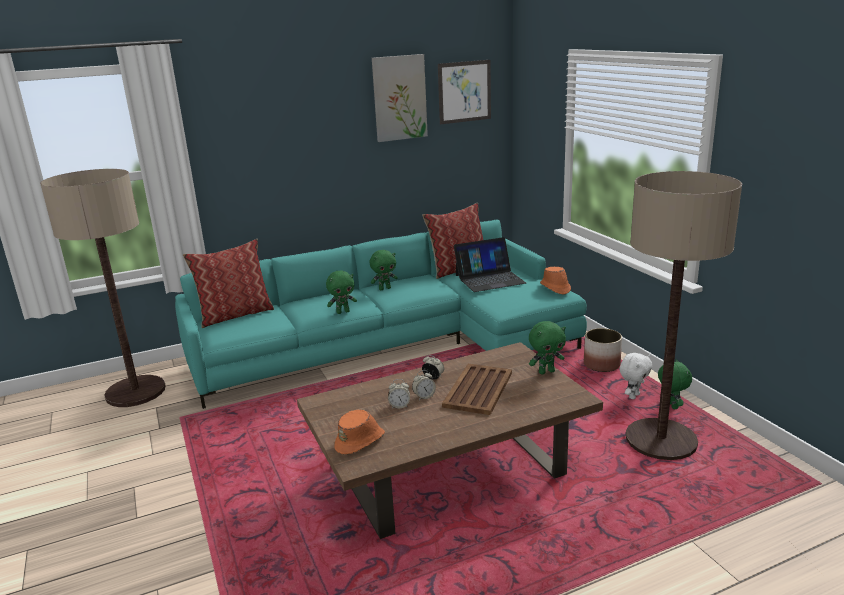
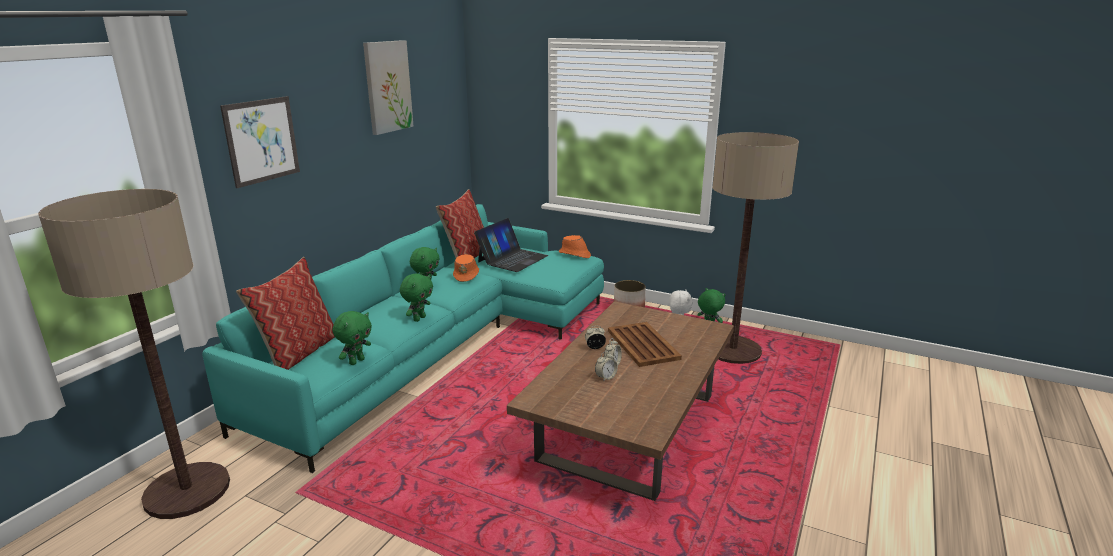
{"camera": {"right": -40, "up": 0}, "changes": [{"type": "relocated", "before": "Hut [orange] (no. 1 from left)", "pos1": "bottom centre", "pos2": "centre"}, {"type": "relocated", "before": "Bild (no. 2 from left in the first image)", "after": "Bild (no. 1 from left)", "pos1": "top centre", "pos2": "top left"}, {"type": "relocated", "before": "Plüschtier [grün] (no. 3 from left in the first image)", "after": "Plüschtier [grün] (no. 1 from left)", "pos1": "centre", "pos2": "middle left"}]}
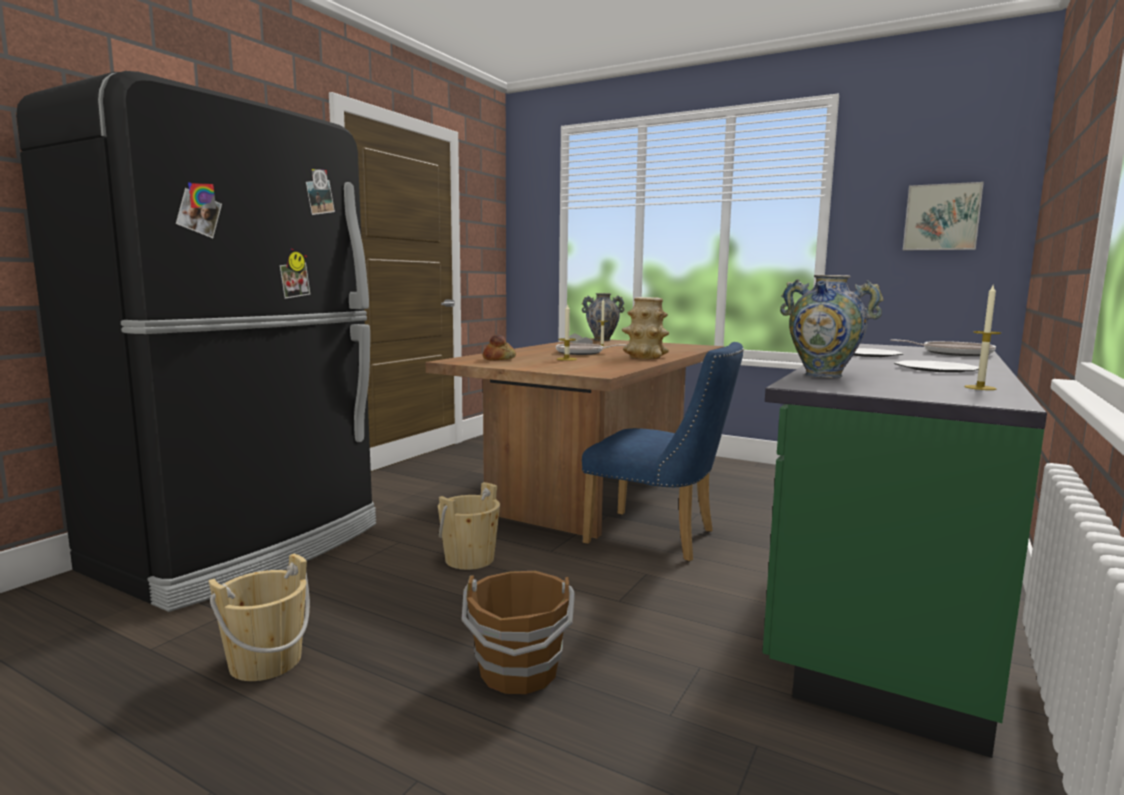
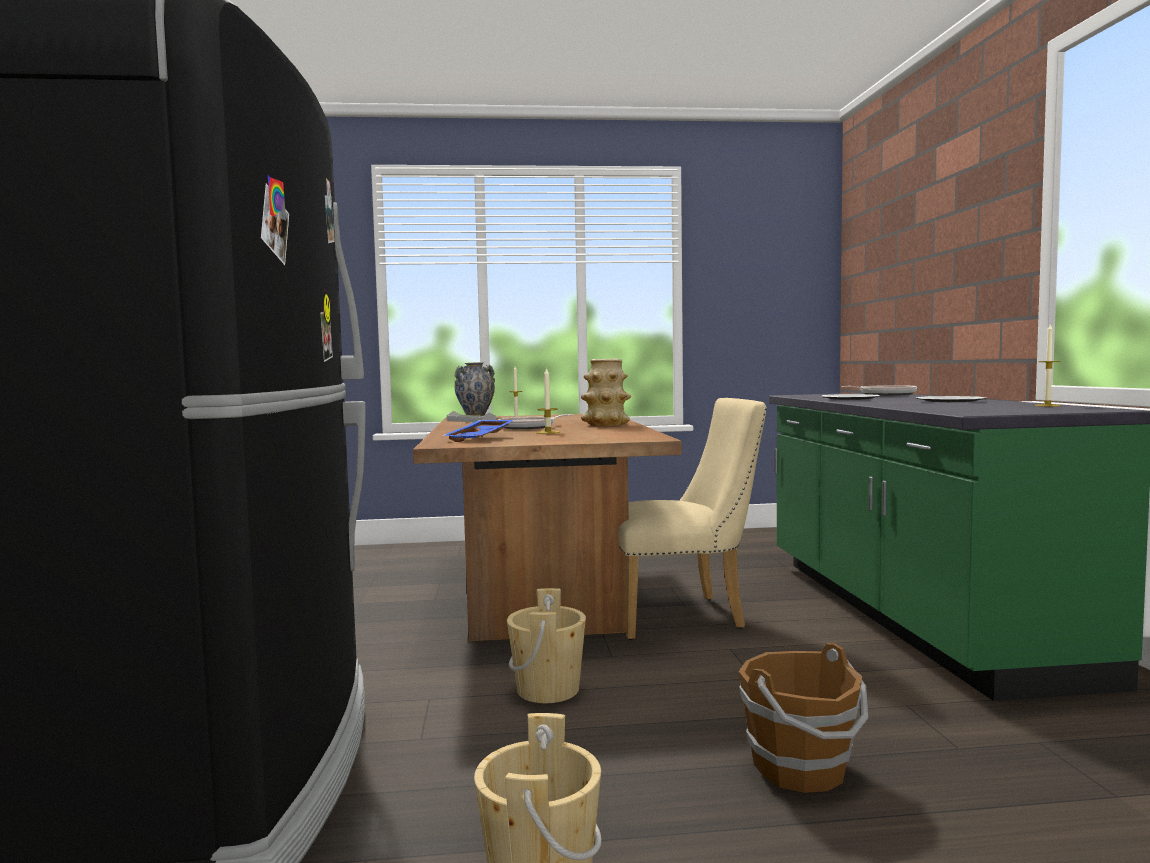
{"camera": {"right": -35, "up": -5}, "changes": [{"type": "exchanged", "before": "Brot", "after": "Tablett [blau]", "pos1": "centre", "pos2": "centre"}, {"type": "colour", "before": "Stuhl [blau]", "after": "Stuhl [beige]", "pos1": "centre", "pos2": "centre"}, {"type": "missing", "before": "Vase (no. 3 from left)", "pos1": "middle right"}, {"type": "missing", "before": "Bild", "pos1": "top right"}]}
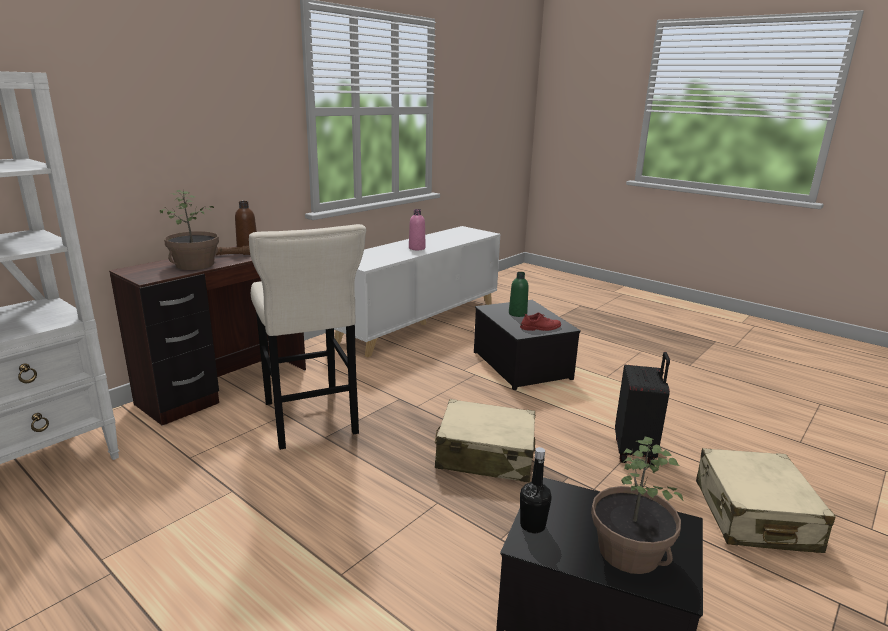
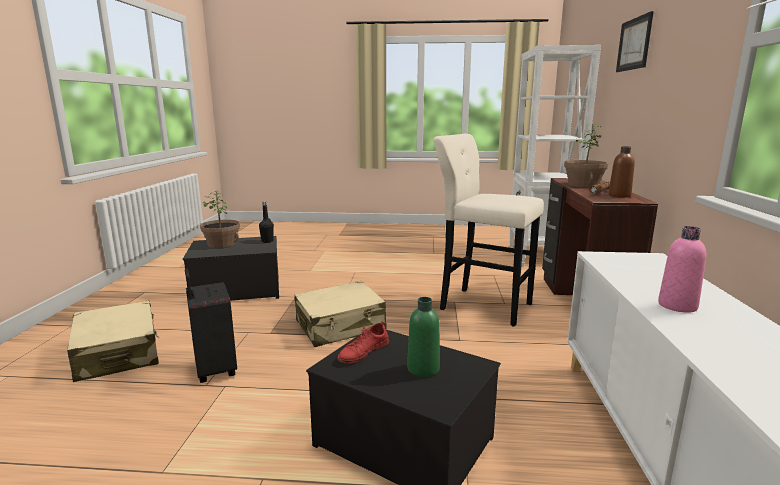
{"camera": {"right": 145, "up": -5}, "changes": [{"type": "appeared", "after": "Bild", "pos2": "top right"}]}
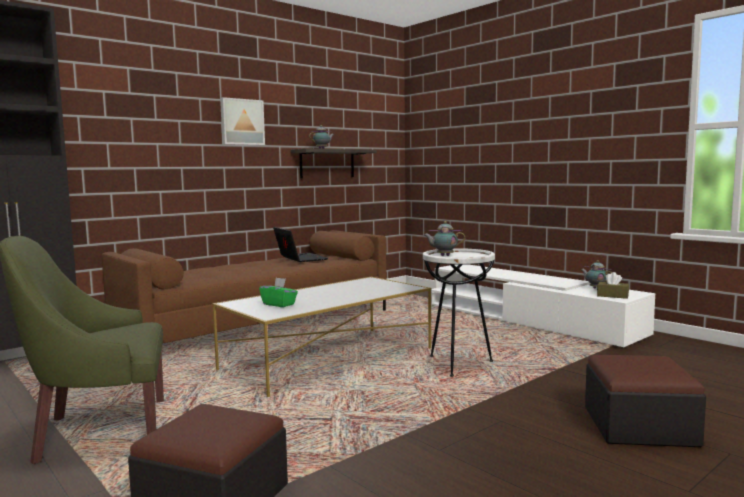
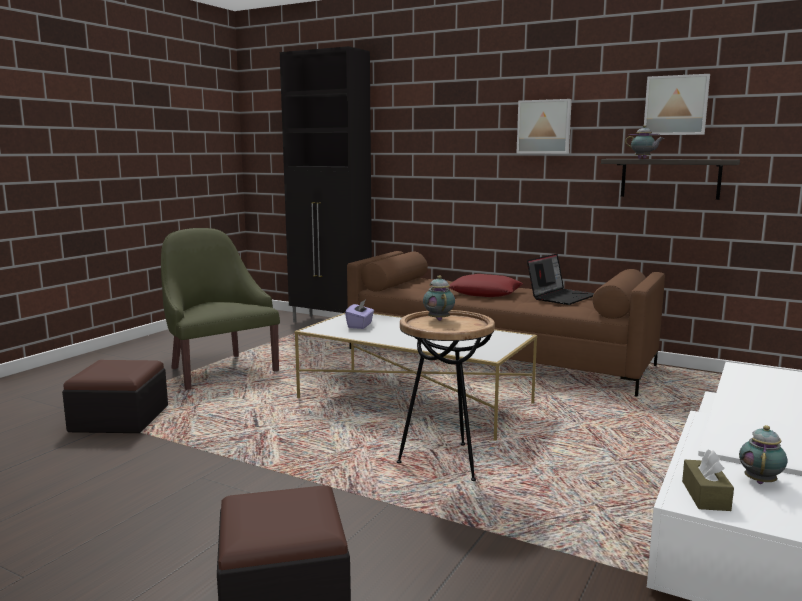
{"camera": {"right": 70, "up": 5}, "changes": [{"type": "colour", "before": "Taschentuchbox [grün]", "after": "Taschentuchbox [lila]", "pos1": "centre", "pos2": "centre"}, {"type": "colour", "before": "Beistelltisch [weiß]", "after": "Beistelltisch [braun]", "pos1": "centre", "pos2": "centre"}, {"type": "appeared", "after": "Kissen [rot]", "pos2": "centre"}, {"type": "appeared", "after": "Bild (no. 2 from left)", "pos2": "top right"}]}
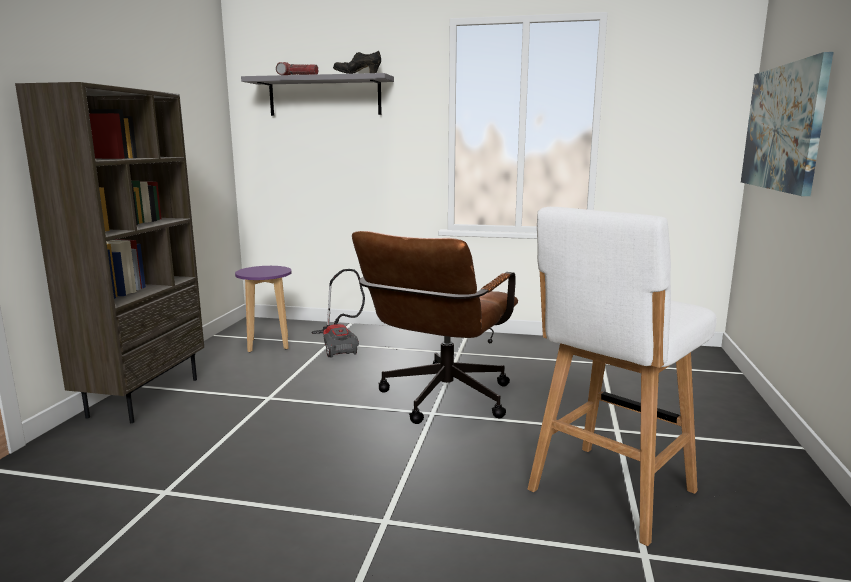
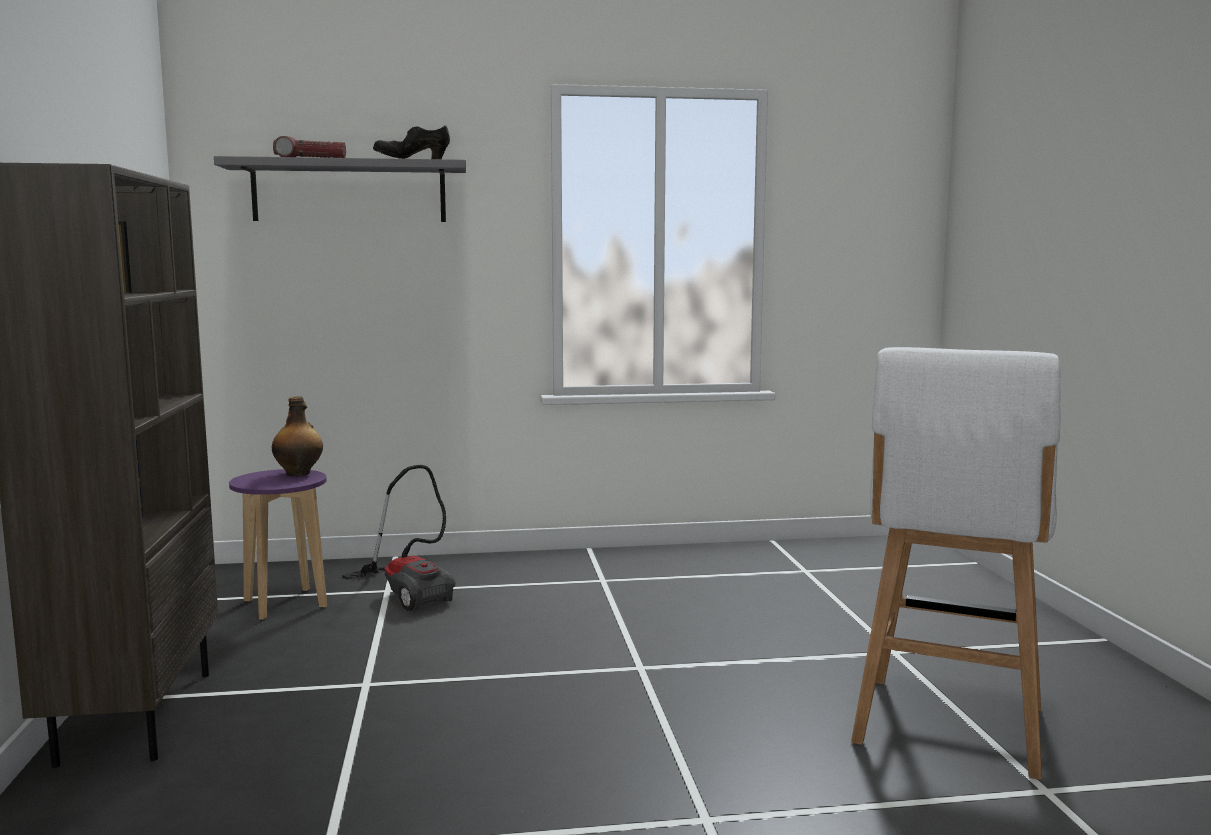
{"camera": {"right": -20, "up": -5}, "changes": [{"type": "missing", "before": "Bürostuhl [braun]", "pos1": "centre"}, {"type": "missing", "before": "Bild", "pos1": "top right"}, {"type": "appeared", "after": "Flasche", "pos2": "middle left"}]}
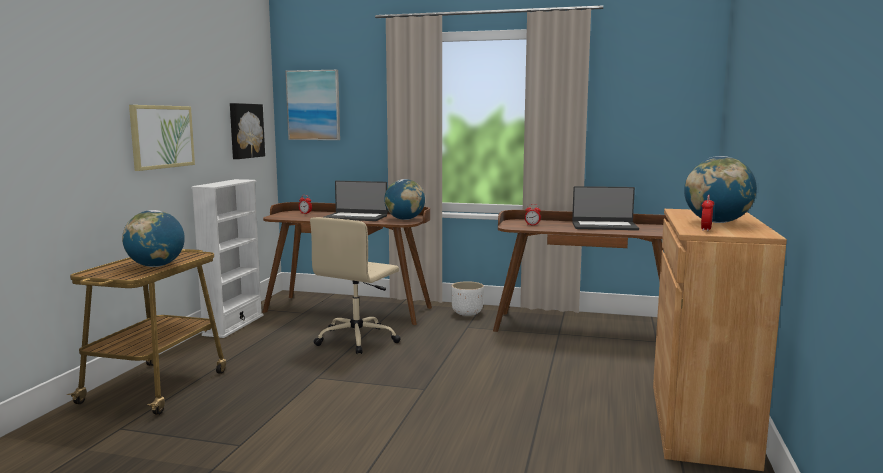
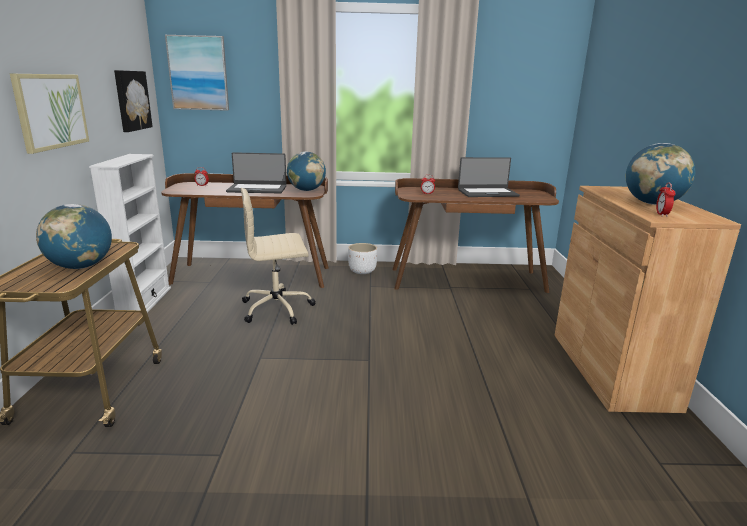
{"camera": {"right": -15, "up": 10}, "changes": [{"type": "spun", "before": "Bürostuhl [beige]", "pos1": "centre", "pos2": "centre", "turn": 60}]}
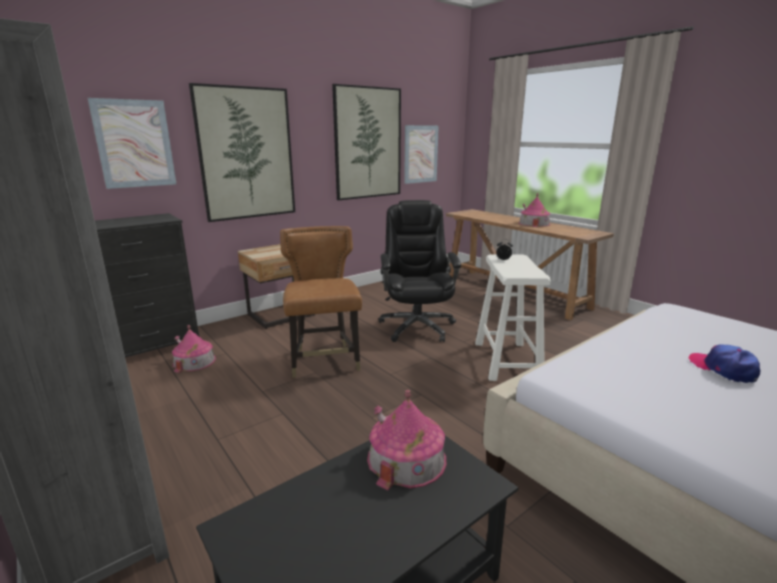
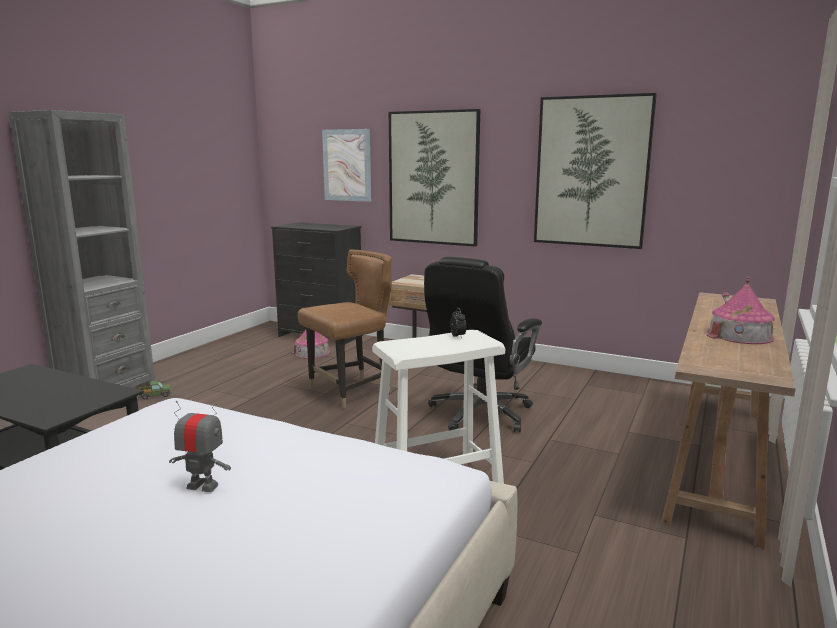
{"camera": {"right": 65, "up": -5}, "changes": [{"type": "missing", "before": "Spielzeughaus (no. 2 from left)", "pos1": "bottom centre"}, {"type": "spun", "before": "Bürostuhl [schwarz]", "pos1": "centre", "pos2": "centre", "turn": 150}, {"type": "missing", "before": "Bild (no. 4 from left)", "pos1": "top centre"}, {"type": "exchanged", "before": "Kappe", "after": "Spielzeugroboter", "pos1": "middle right", "pos2": "bottom left"}, {"type": "appeared", "after": "Spielzeuglaster", "pos2": "middle left"}]}
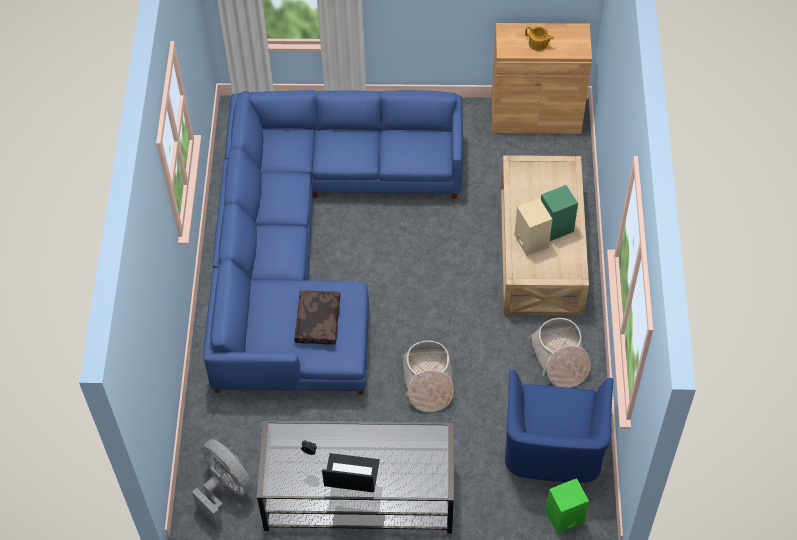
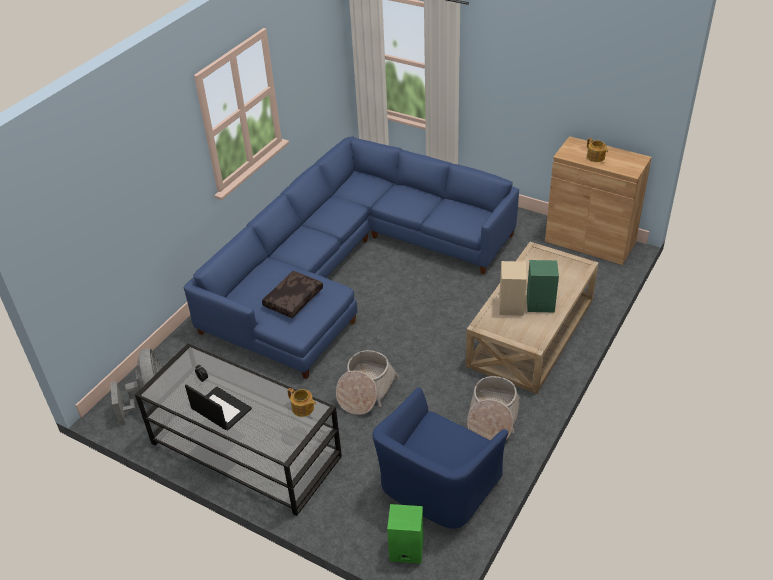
{"camera": {"right": 30, "up": -15}, "changes": [{"type": "appeared", "after": "Teekanne (no. 1 from left)", "pos2": "bottom centre"}]}
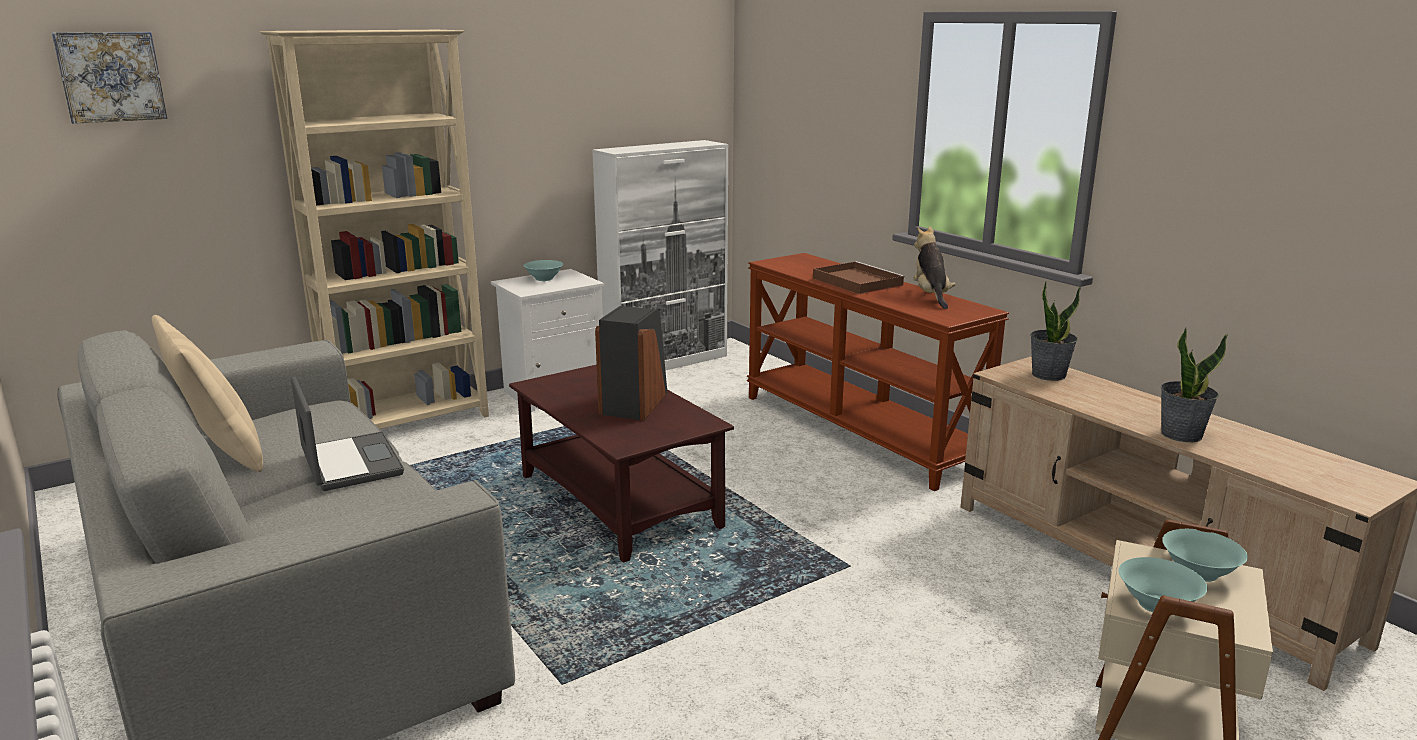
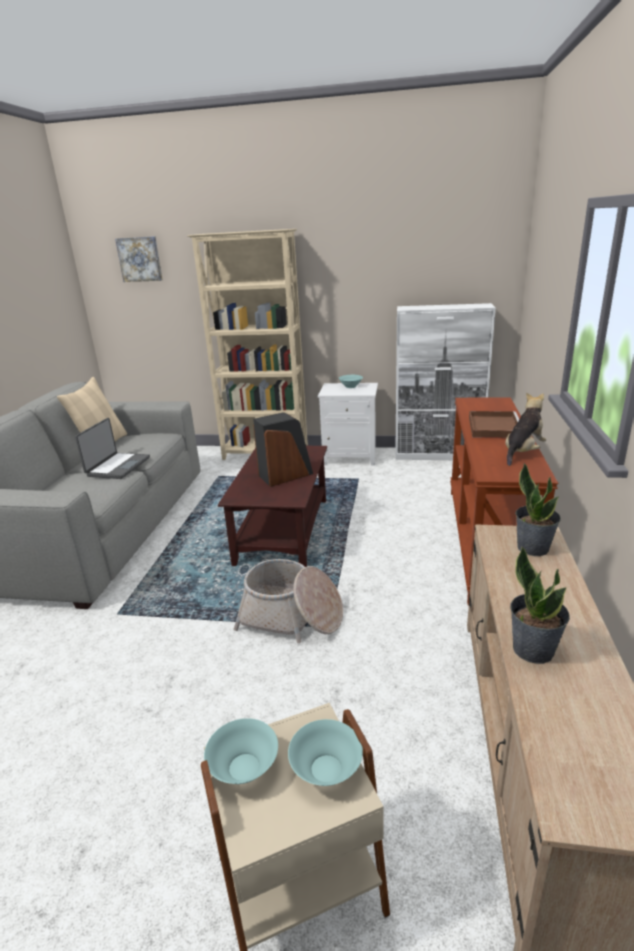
{"camera": {"right": 45, "up": 5}, "changes": [{"type": "appeared", "after": "Korb", "pos2": "centre"}]}
